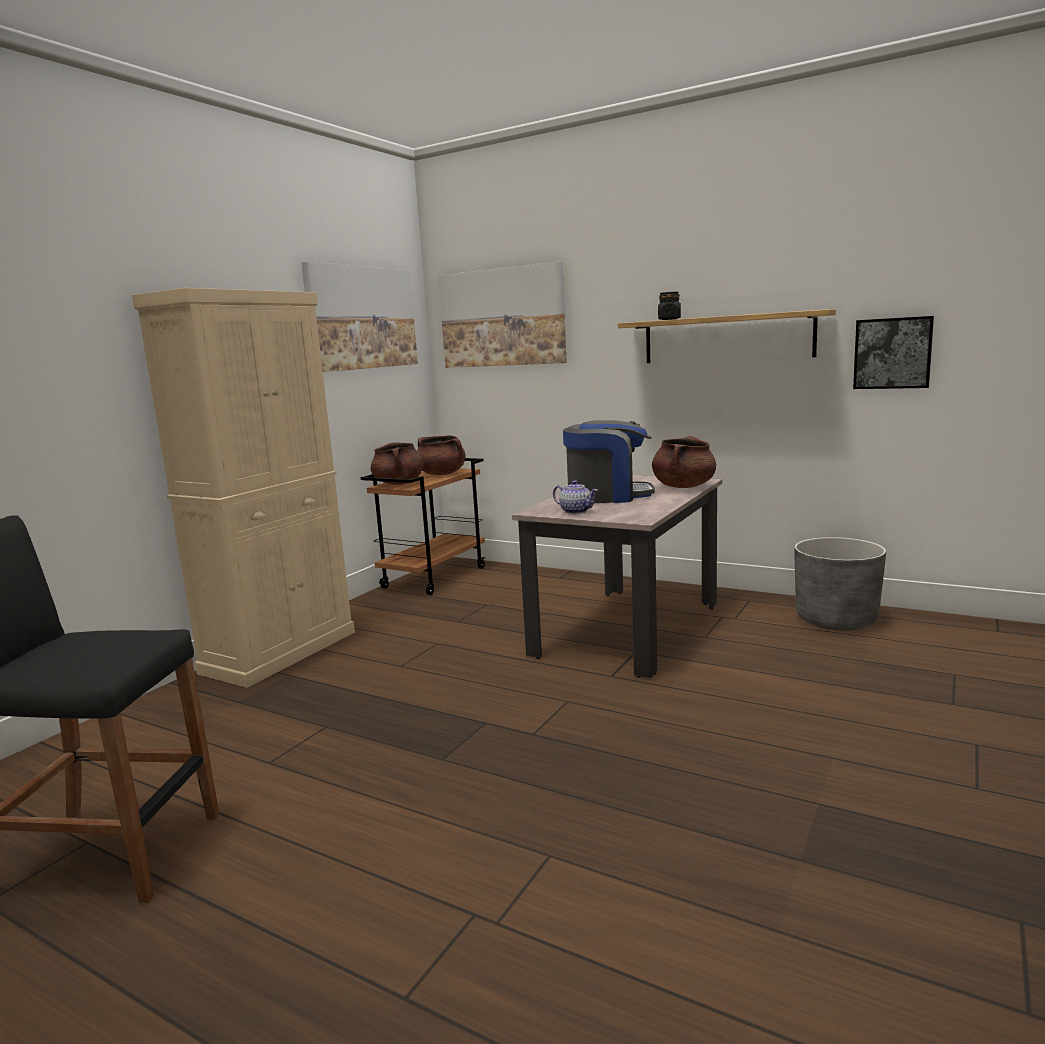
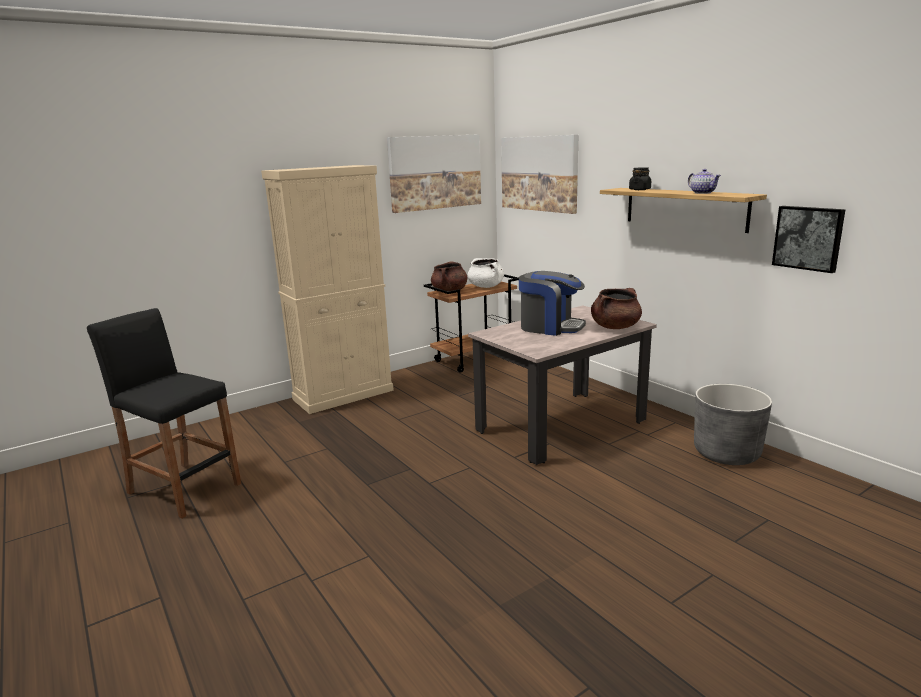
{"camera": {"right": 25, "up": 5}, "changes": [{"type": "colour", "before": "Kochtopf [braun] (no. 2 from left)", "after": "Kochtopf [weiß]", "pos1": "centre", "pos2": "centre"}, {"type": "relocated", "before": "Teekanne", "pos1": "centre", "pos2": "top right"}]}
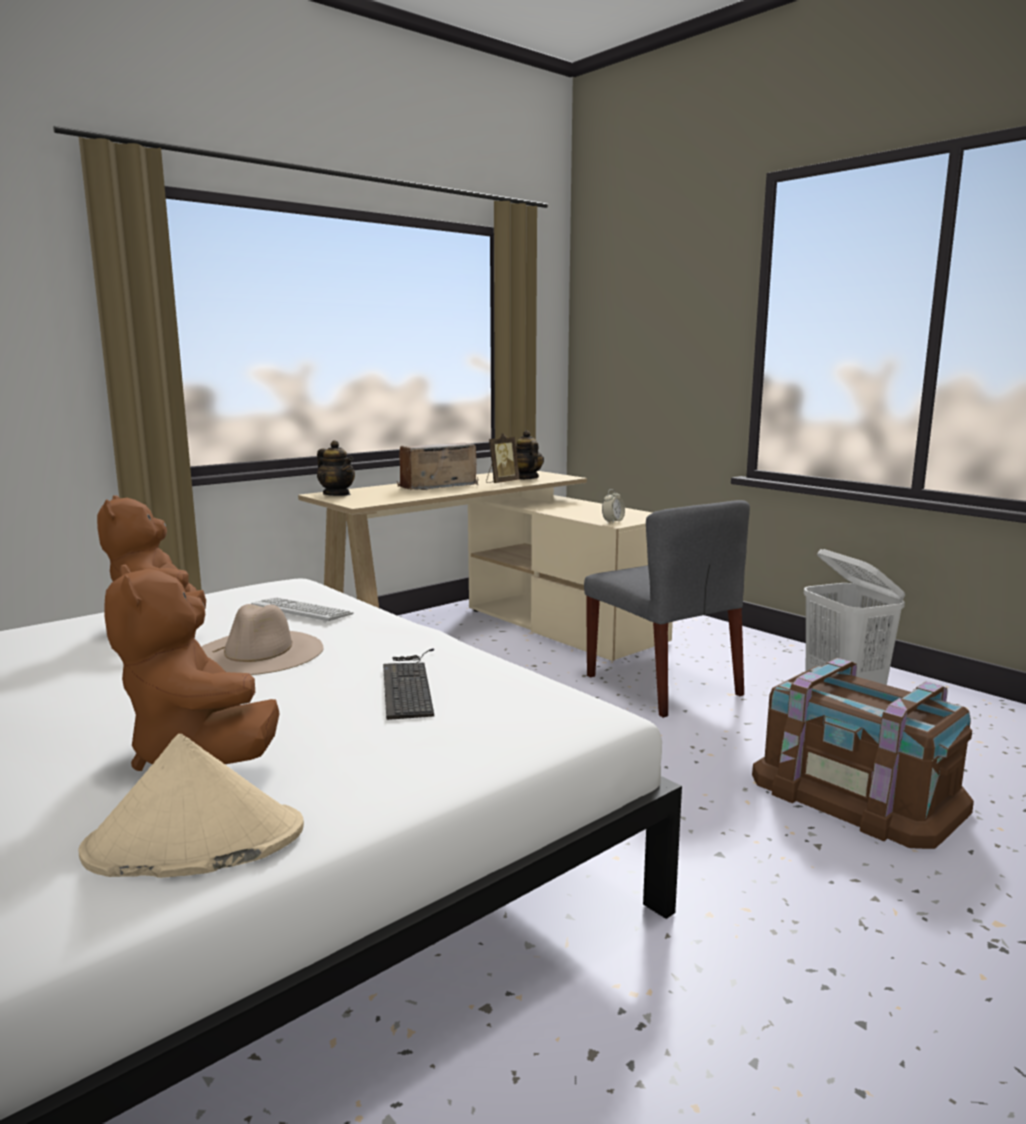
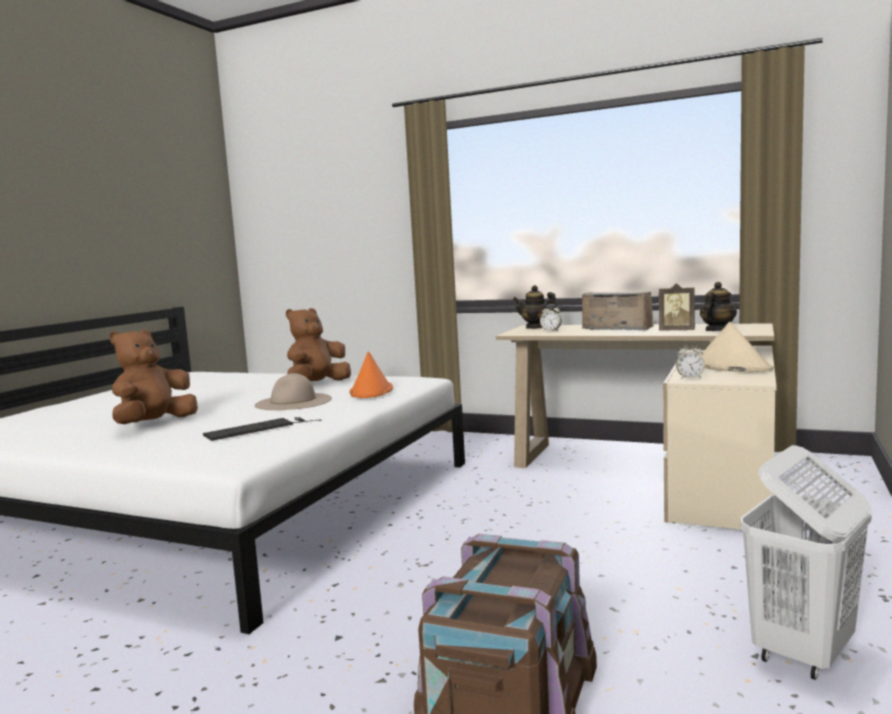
{"camera": {"right": 65, "up": -5}, "changes": [{"type": "relocated", "before": "Hut [beige] (no. 1 from left in the first image)", "after": "Hut [beige] (no. 2 from left)", "pos1": "bottom left", "pos2": "middle right"}, {"type": "exchanged", "before": "Tastatur (no. 1 from left)", "after": "Hut [orange]", "pos1": "middle left", "pos2": "centre"}, {"type": "spun", "before": "Teekanne (no. 1 from left)", "pos1": "middle left", "pos2": "centre", "turn": 90}, {"type": "missing", "before": "Stuhl [grau]", "pos1": "centre"}, {"type": "appeared", "after": "Wecker (no. 1 from left)", "pos2": "centre"}]}
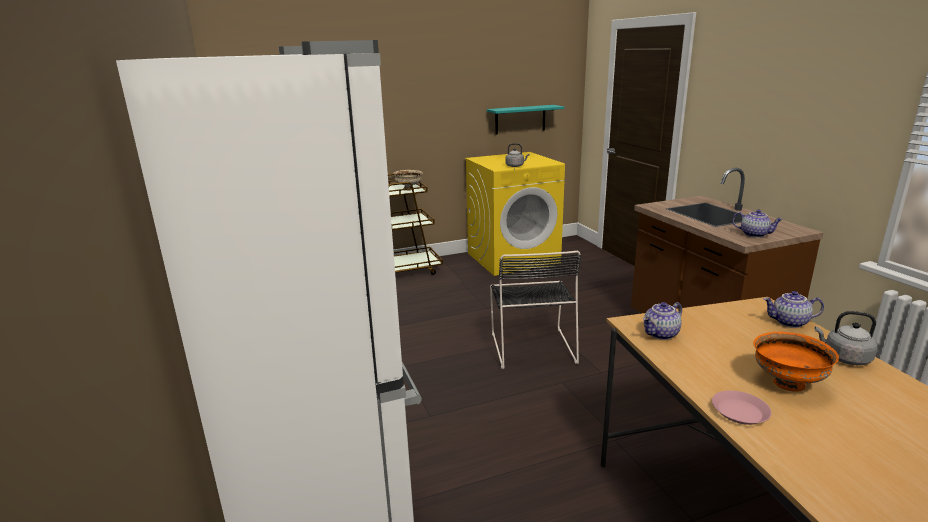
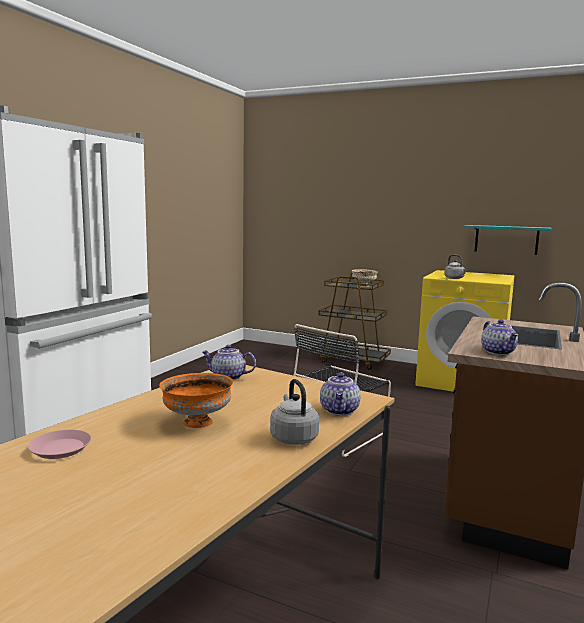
{"camera": {"right": 45, "up": -10}, "changes": [{"type": "relocated", "before": "Teller [rosa]", "pos1": "bottom right", "pos2": "bottom left"}, {"type": "spun", "before": "Teekanne (no. 3 from left in the first image)", "pos1": "middle right", "pos2": "centre", "turn": -135}]}
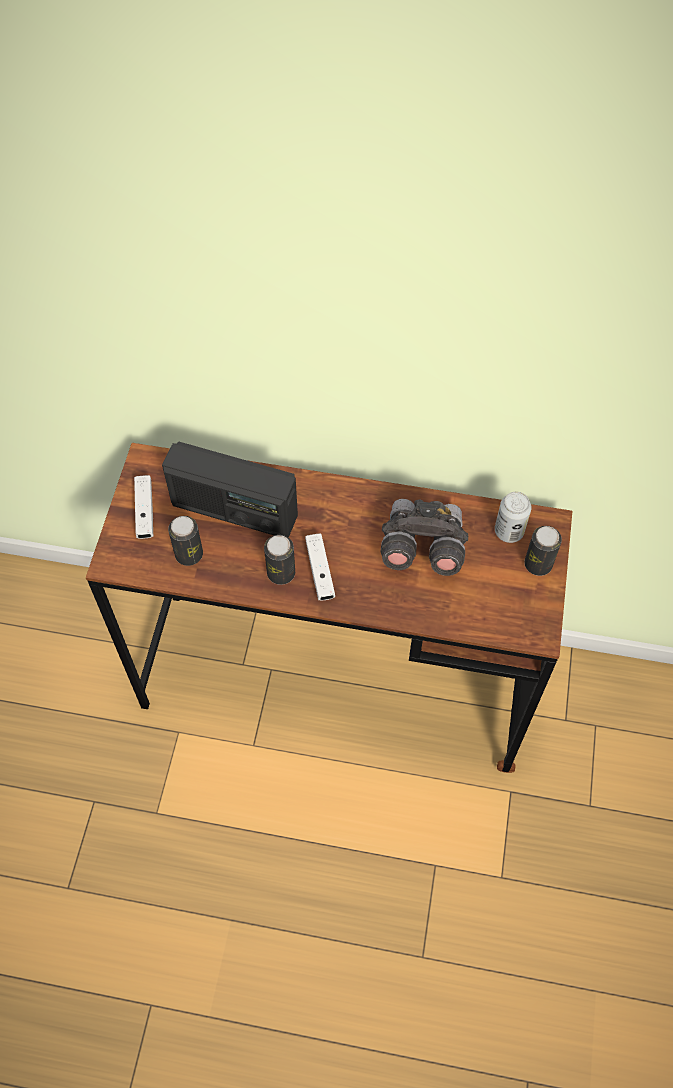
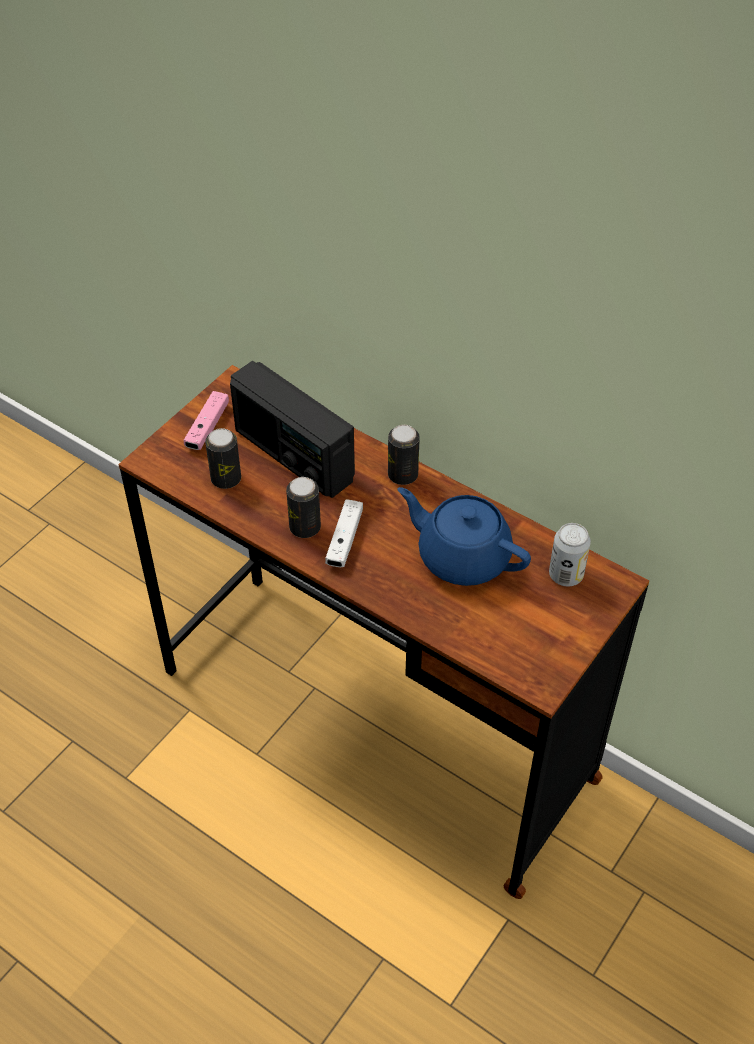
{"camera": {"right": 25, "up": -10}, "changes": [{"type": "colour", "before": "Gamepad [weiß] (no. 1 from left)", "after": "Gamepad [rosa]", "pos1": "middle left", "pos2": "middle left"}, {"type": "exchanged", "before": "Fernglas [grau]", "after": "Teekanne [blau]", "pos1": "centre", "pos2": "centre"}, {"type": "relocated", "before": "Dose (no. 4 from left in the first image)", "after": "Dose (no. 3 from left)", "pos1": "middle right", "pos2": "centre"}]}
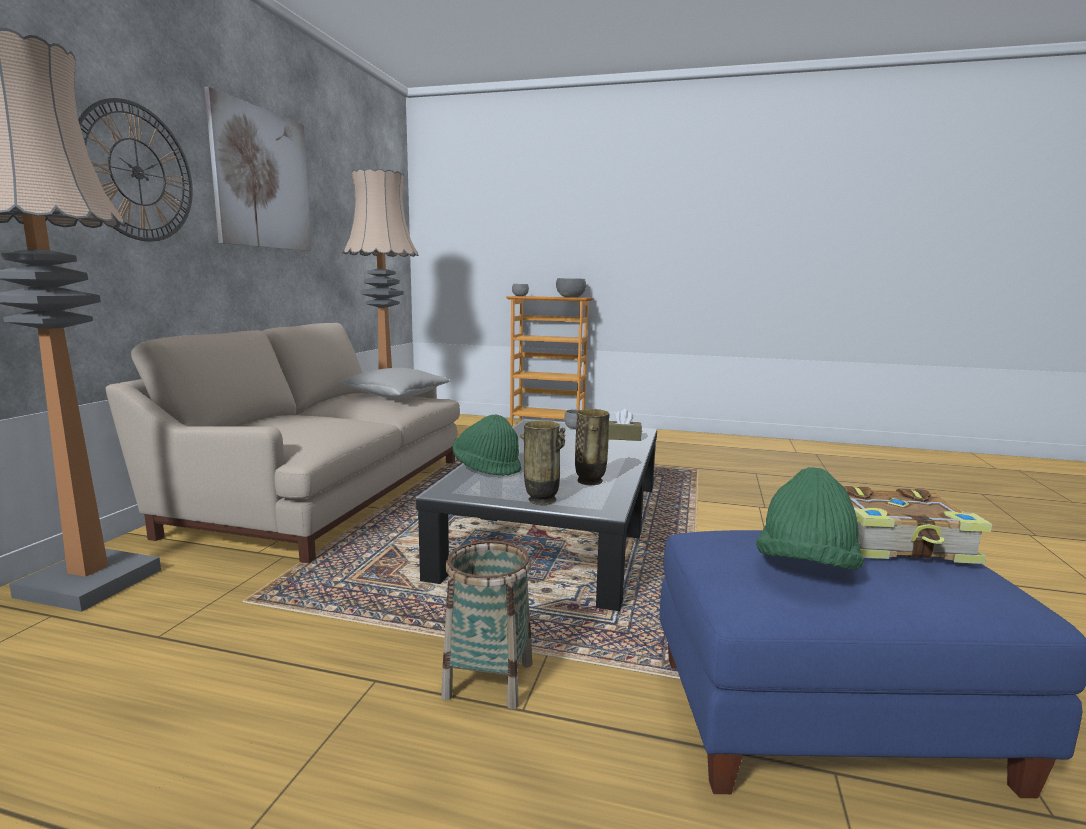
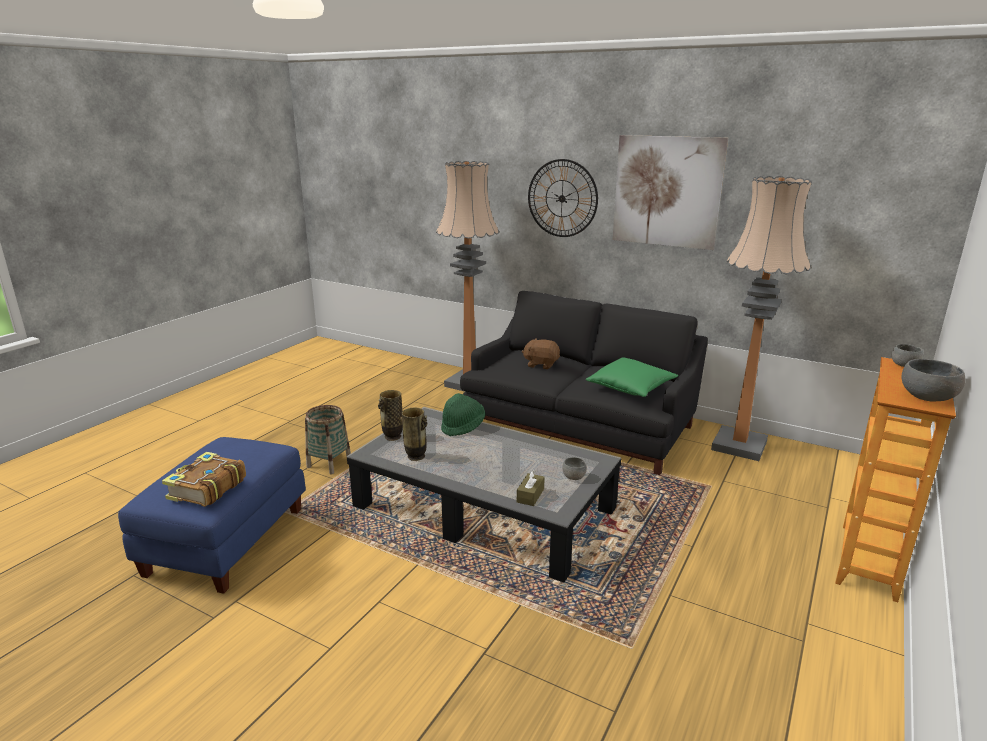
{"camera": {"right": 105, "up": 10}, "changes": [{"type": "colour", "before": "Sofa [beige]", "after": "Sofa [schwarz]", "pos1": "middle left", "pos2": "centre"}, {"type": "colour", "before": "Kissen [grau]", "after": "Kissen [grün]", "pos1": "centre", "pos2": "centre"}, {"type": "missing", "before": "Hut [grün] (no. 2 from left)", "pos1": "middle right"}, {"type": "appeared", "after": "Plüschtier [braun]", "pos2": "centre"}]}
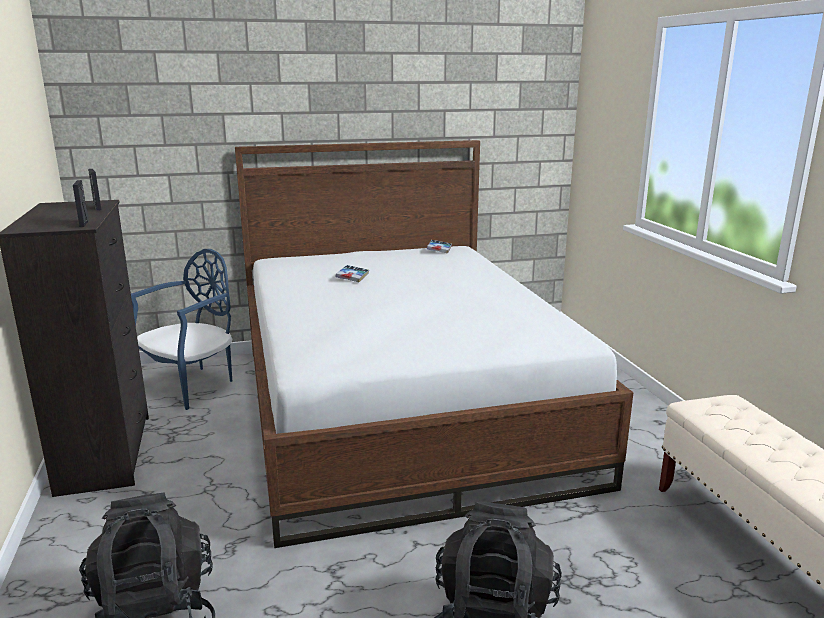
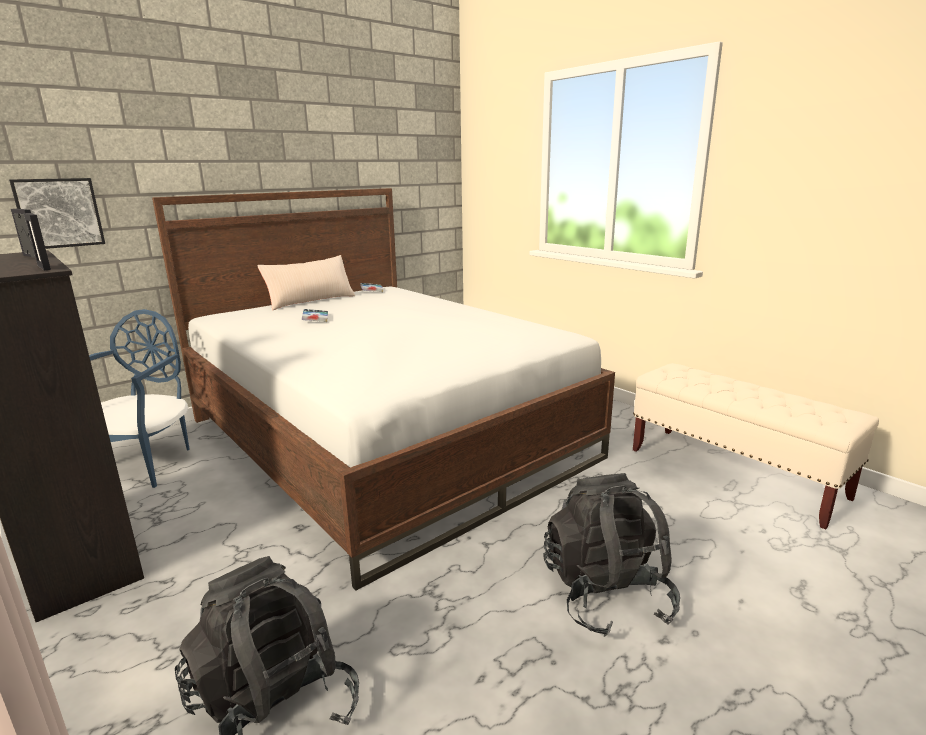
{"camera": {"right": -25, "up": 0}, "changes": [{"type": "appeared", "after": "Bild", "pos2": "top left"}, {"type": "appeared", "after": "Kissen [beige]", "pos2": "middle left"}]}
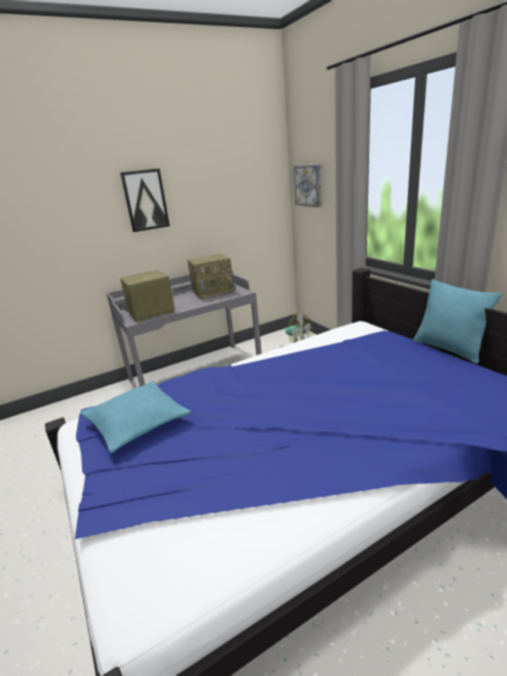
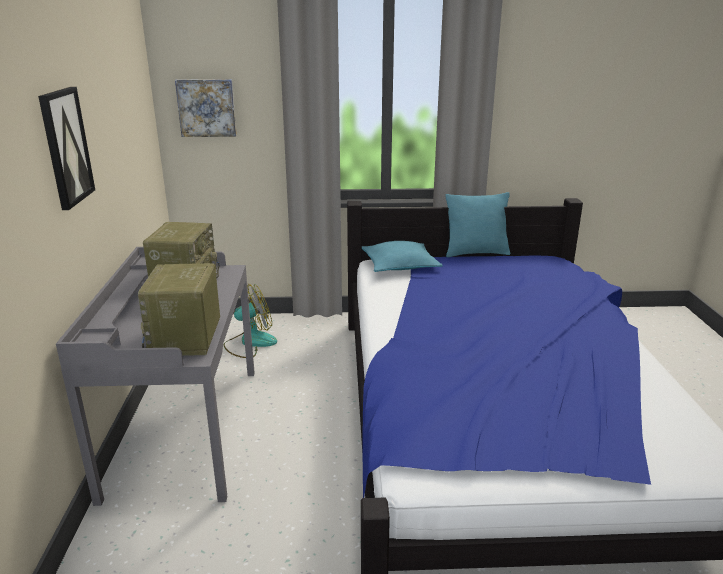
{"camera": {"right": -65, "up": 0}, "changes": [{"type": "relocated", "before": "Kissen [türkis] (no. 1 from left)", "pos1": "middle left", "pos2": "centre"}]}
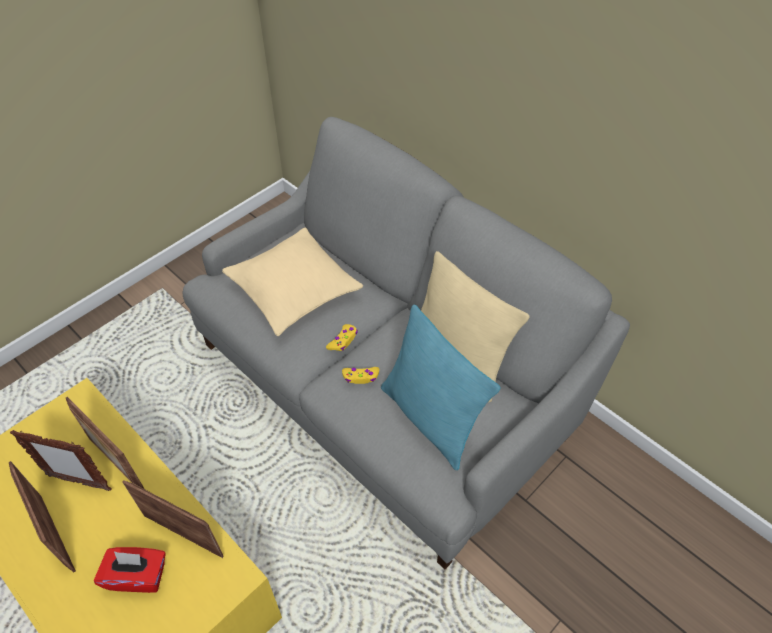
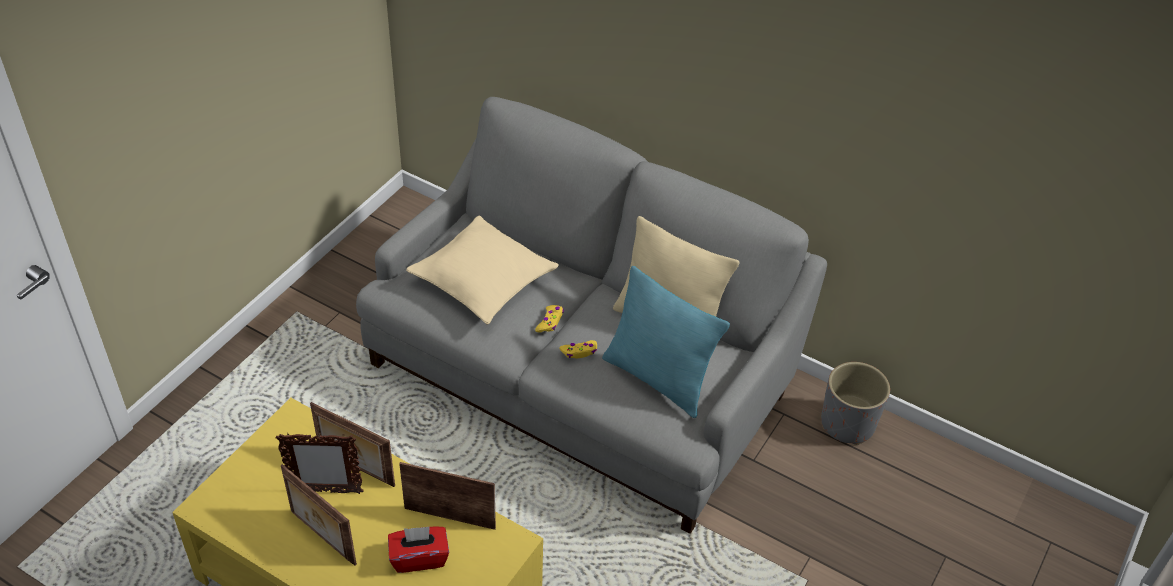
{"camera": {"right": -15, "up": -5}, "changes": [{"type": "appeared", "after": "Pflanzkübel [grau]", "pos2": "bottom right"}]}
